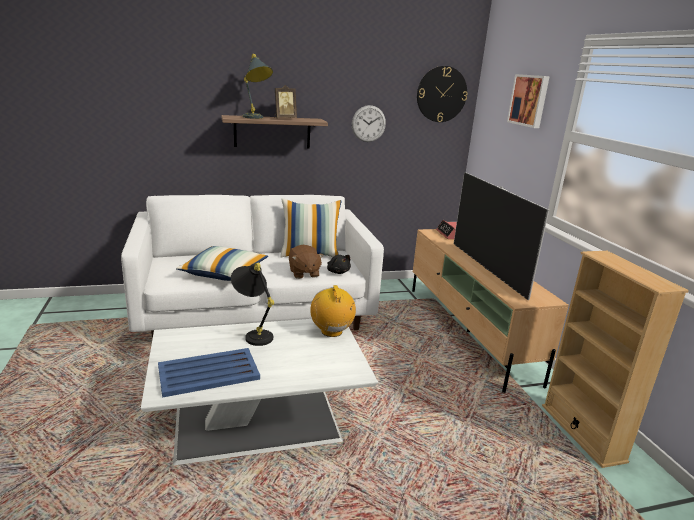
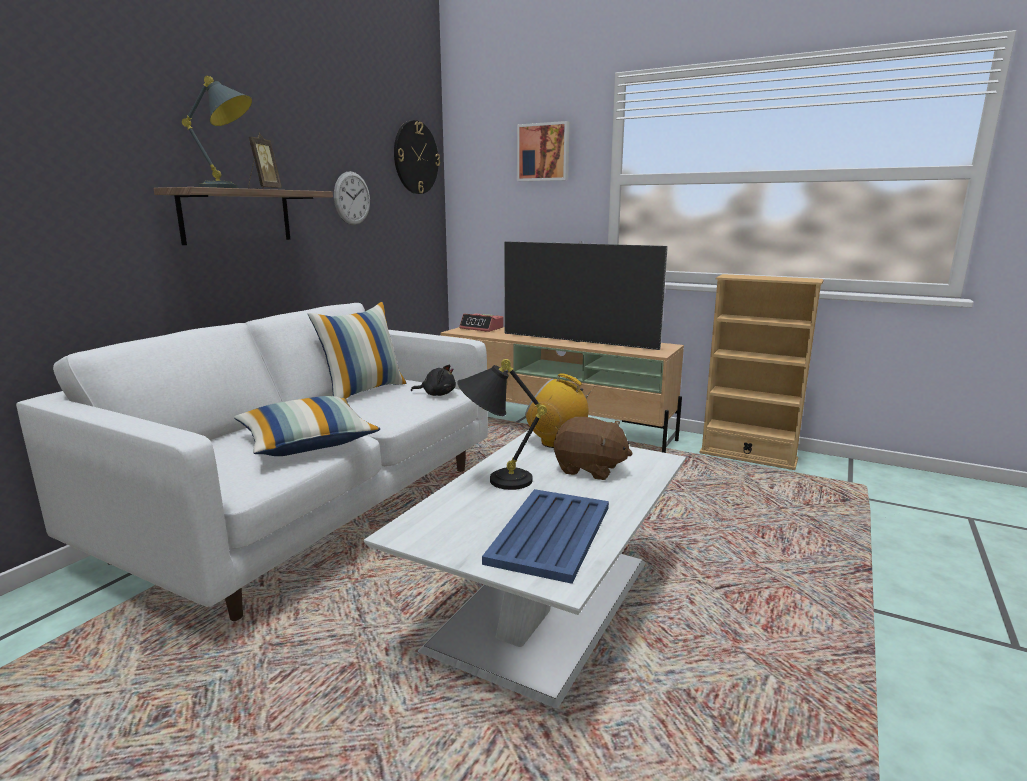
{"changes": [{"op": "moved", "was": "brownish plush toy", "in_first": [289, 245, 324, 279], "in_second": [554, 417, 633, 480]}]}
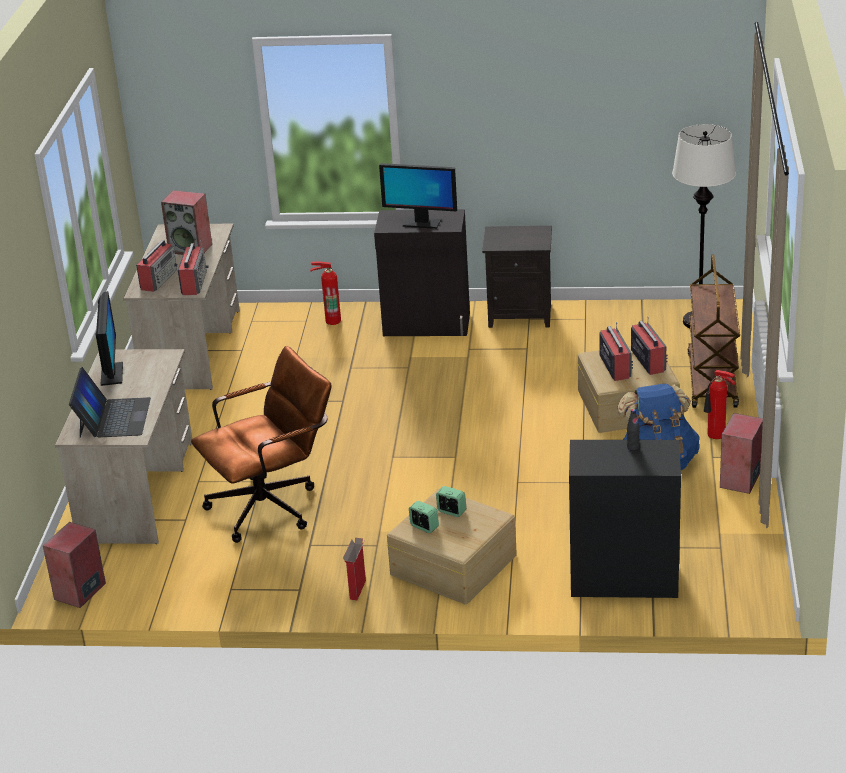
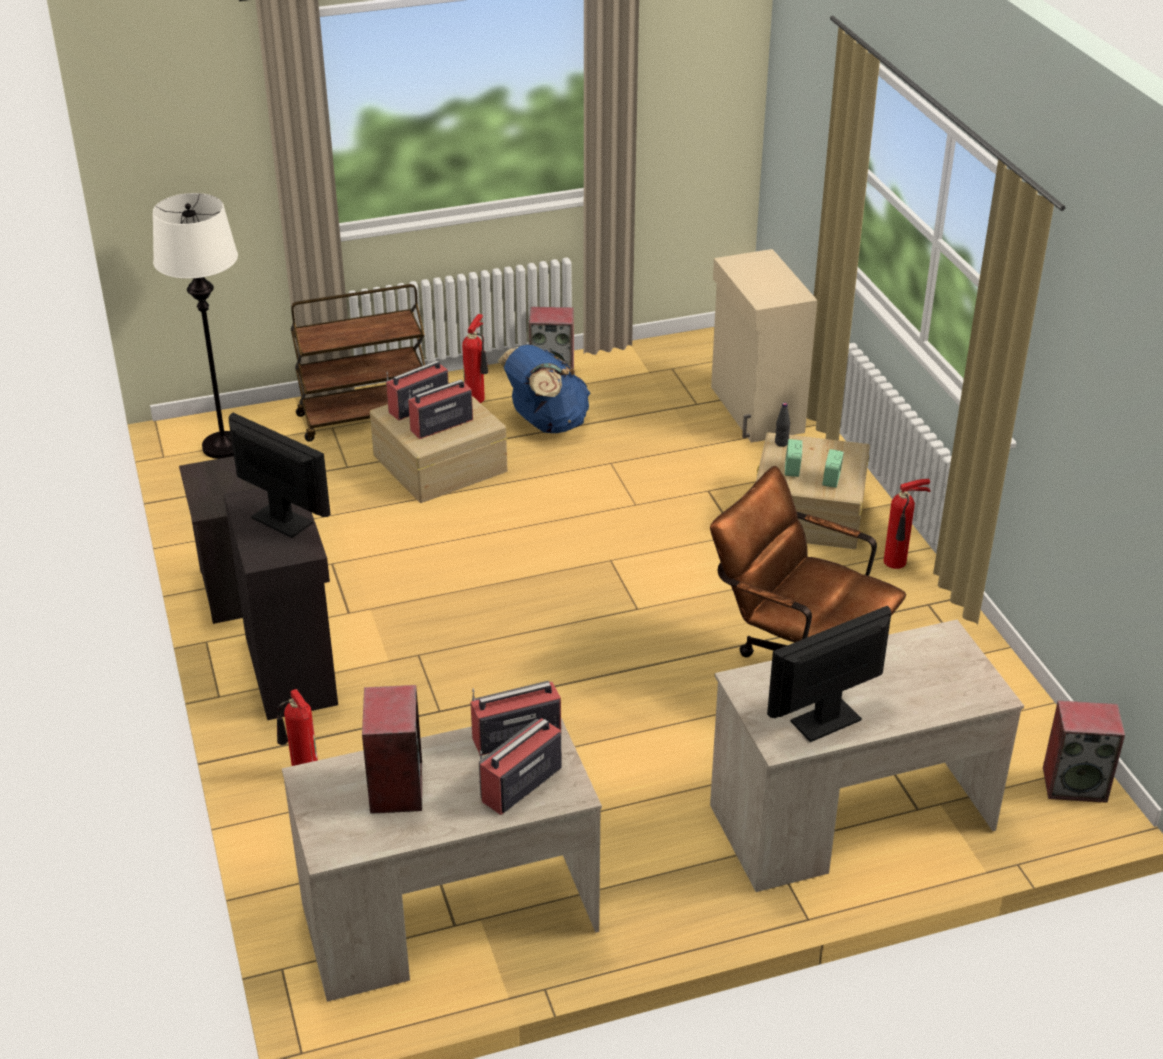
{"changes": [{"op": "turned", "was": "monitor", "in_first": [379, 163, 457, 229], "in_second": [229, 413, 331, 538], "clockwise": -45}, {"op": "turned", "was": "radio set", "in_first": [136, 239, 178, 292], "in_second": [479, 718, 561, 815], "clockwise": -45}, {"op": "recoloured", "was": "black-coloured storage cabinet", "now": "sand-coloured storage cabinet", "in_first": [569, 440, 681, 598], "in_second": [711, 249, 817, 443]}, {"op": "moved", "was": "black-coloured drink bottle", "in_first": [627, 409, 640, 451], "in_second": [775, 402, 790, 447]}, {"op": "replaced", "was": "carton", "now": "extinguisher", "in_first": [343, 538, 366, 600], "in_second": [884, 479, 930, 569]}, {"op": "removed", "was": "portable computer", "in_first": [69, 367, 151, 438]}]}
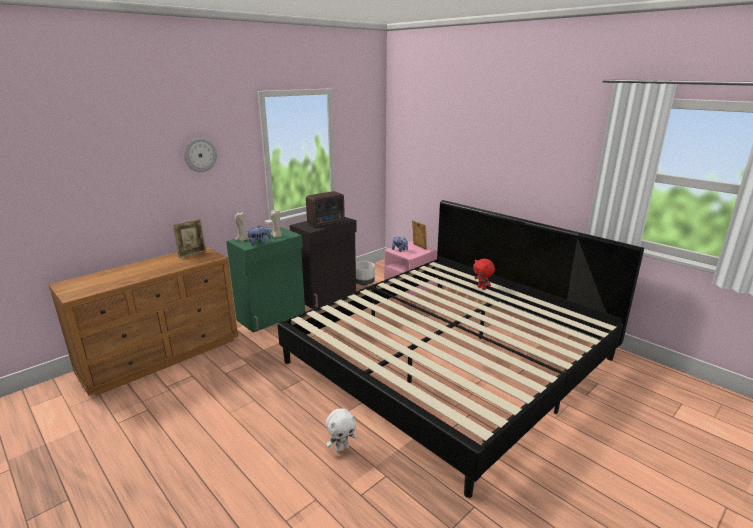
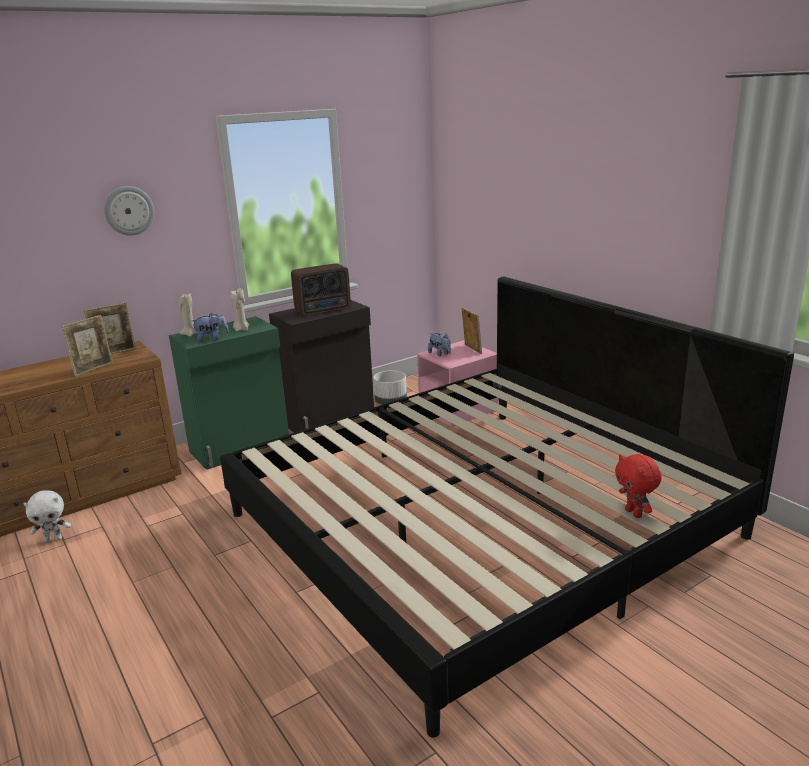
{"changes": [{"op": "moved", "was": "white plush toy", "in_first": [326, 409, 357, 452], "in_second": [24, 490, 71, 542]}, {"op": "added", "now": "photo frame", "in_second": [61, 315, 113, 377]}, {"op": "moved", "was": "red-coloured plush toy", "in_first": [473, 259, 495, 290], "in_second": [615, 454, 662, 518]}]}
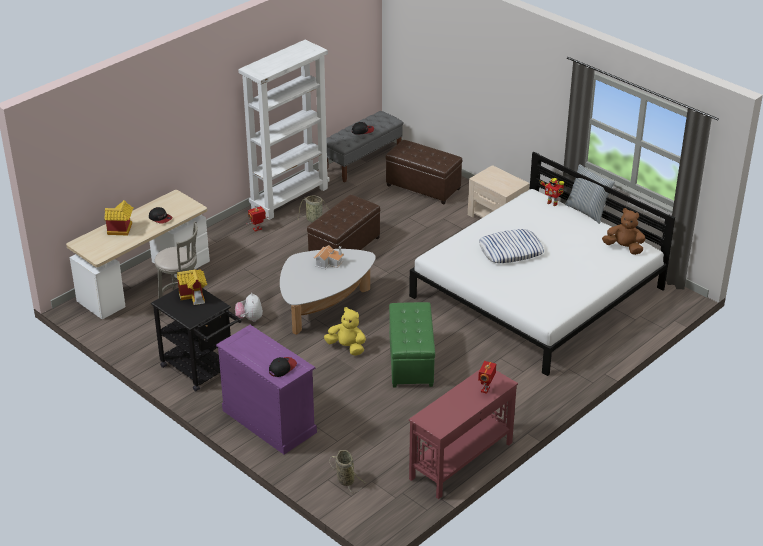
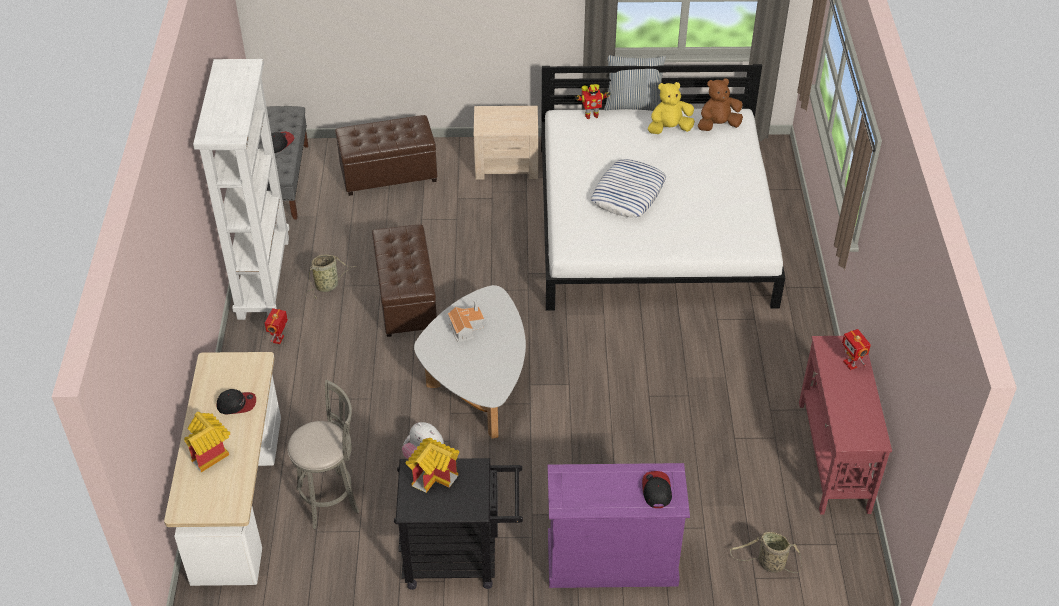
{"changes": [{"op": "moved", "was": "yellow plush toy", "in_first": [324, 307, 366, 356], "in_second": [648, 82, 695, 134]}, {"op": "removed", "was": "greenish footrest", "in_first": [389, 302, 435, 387]}]}
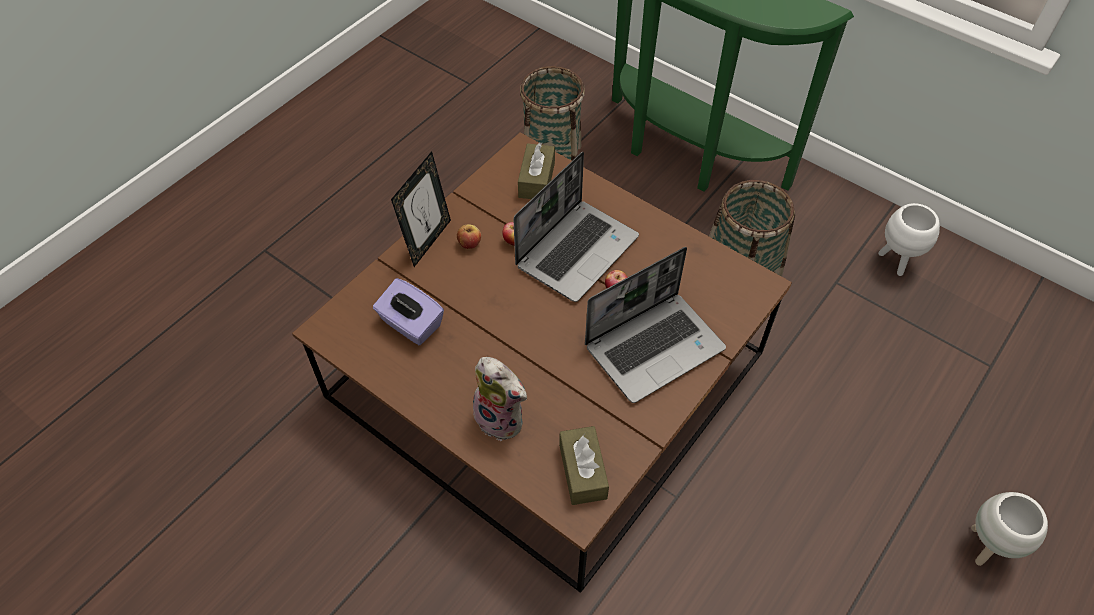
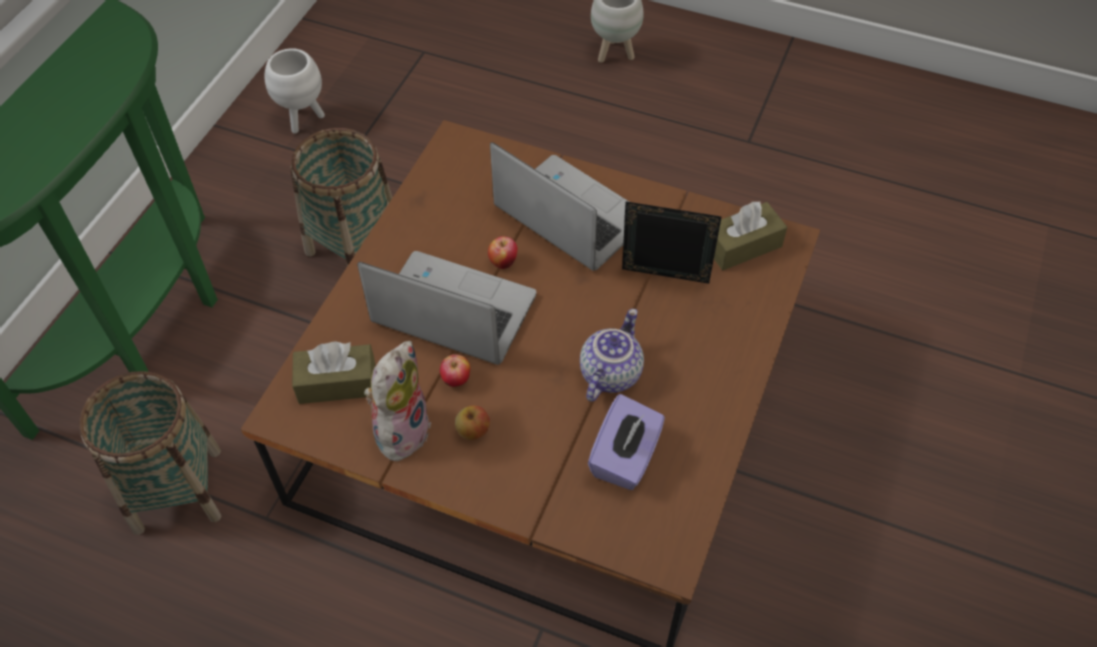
{"changes": [{"op": "moved", "was": "plush toy", "in_first": [467, 357, 527, 441], "in_second": [364, 341, 431, 461]}, {"op": "added", "now": "teapot", "in_second": [580, 309, 644, 402]}, {"op": "moved", "was": "photo frame", "in_first": [391, 151, 451, 267], "in_second": [622, 202, 722, 284]}]}
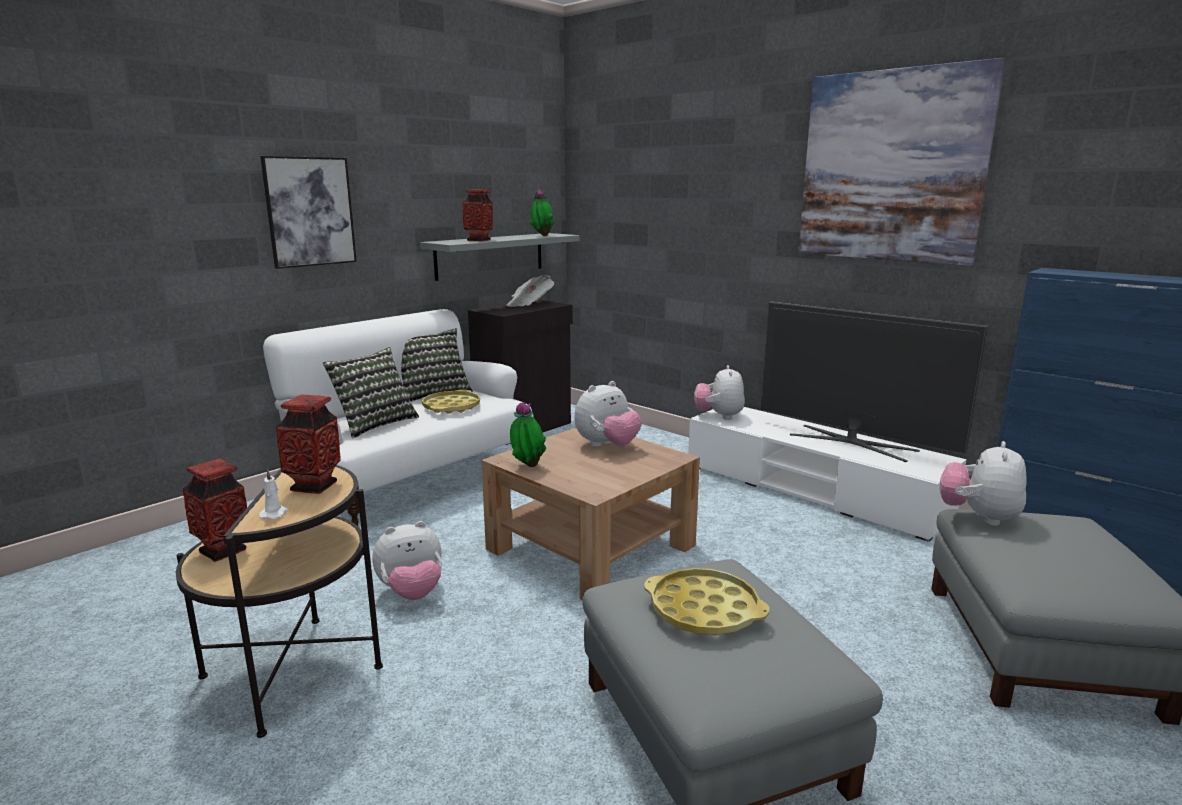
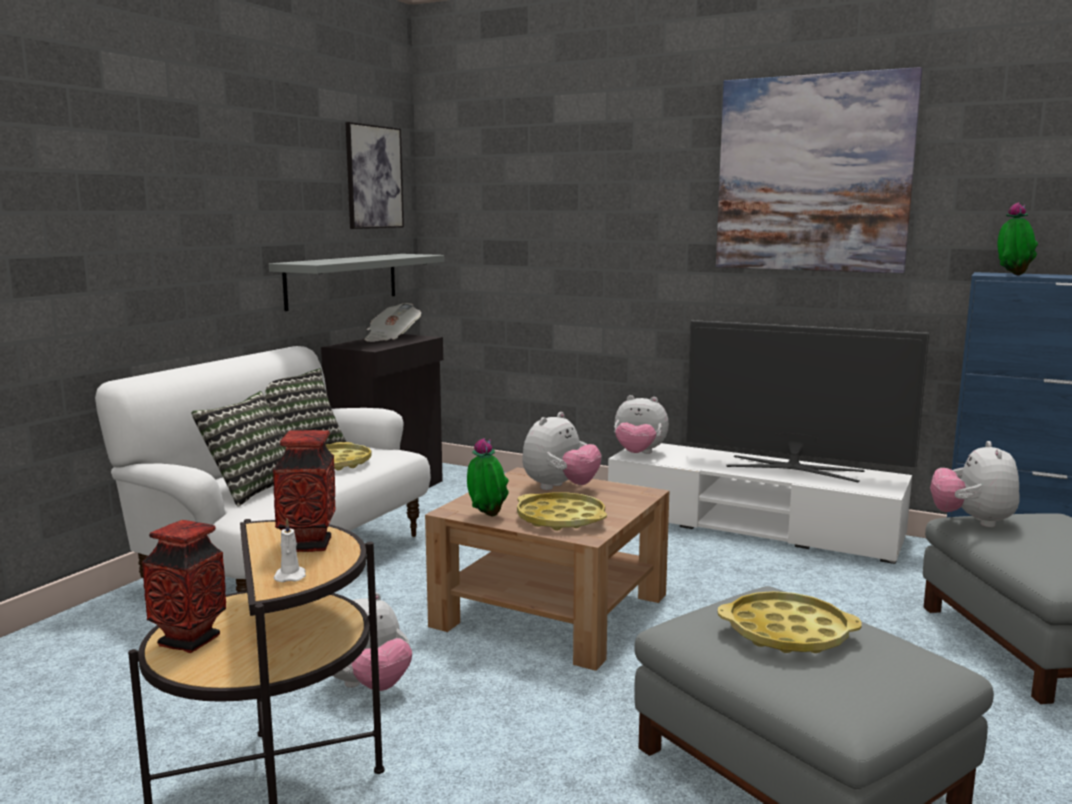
{"changes": [{"op": "moved", "was": "picture", "in_first": [260, 156, 357, 269], "in_second": [345, 122, 404, 229]}, {"op": "added", "now": "yellow carrying tray", "in_second": [517, 493, 607, 531]}, {"op": "turned", "was": "plush toy", "in_first": [694, 365, 745, 420], "in_second": [614, 395, 669, 454], "clockwise": -60}, {"op": "moved", "was": "houseplant", "in_first": [530, 189, 554, 236], "in_second": [998, 202, 1038, 275]}, {"op": "removed", "was": "vase", "in_first": [463, 190, 493, 241]}]}
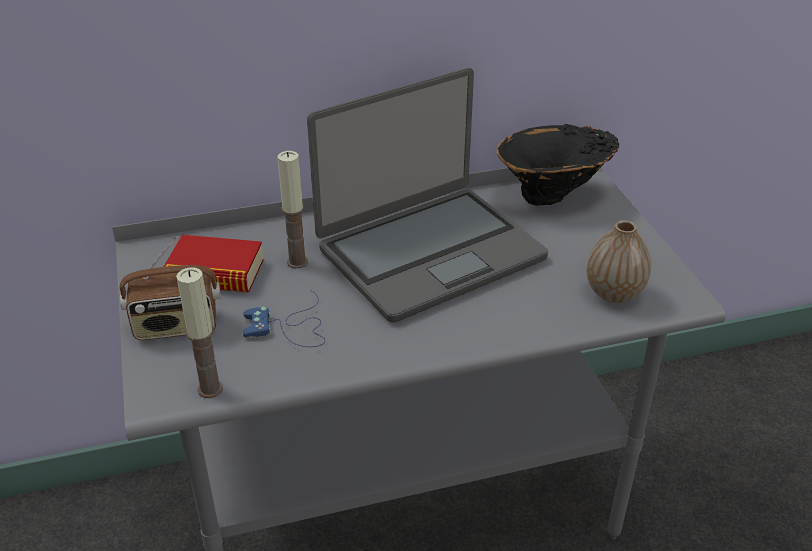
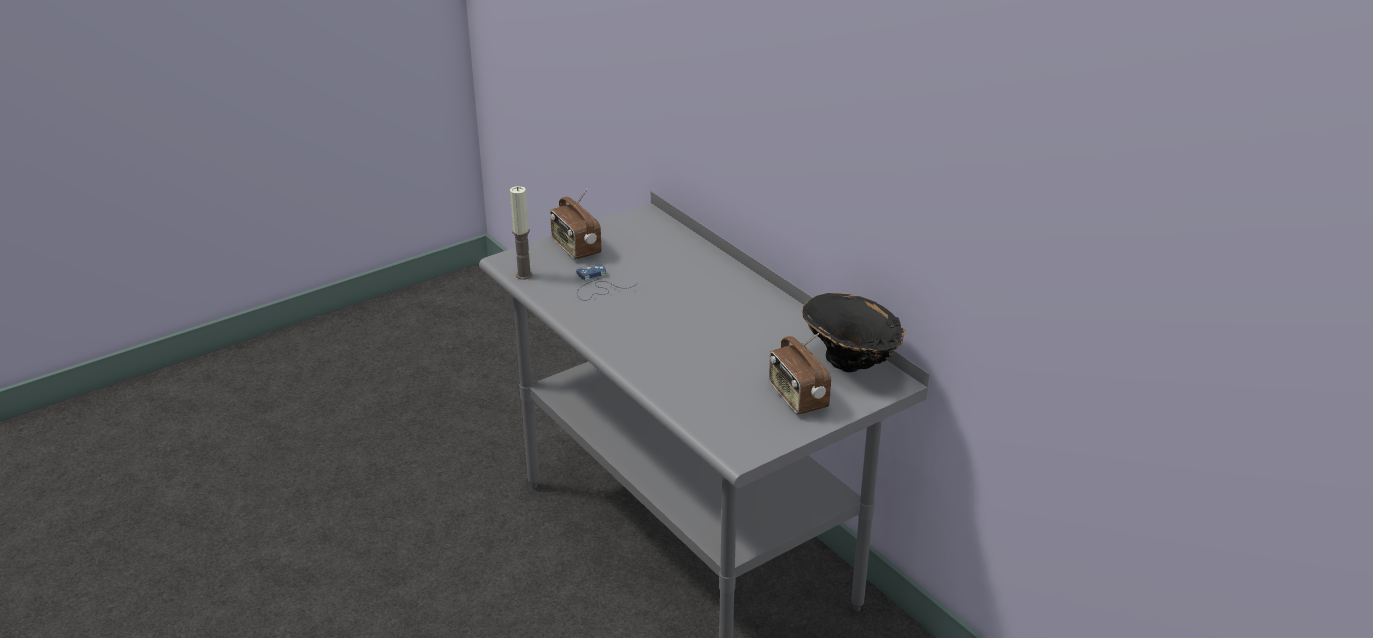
{"changes": [{"op": "added", "now": "radio set", "in_second": [769, 333, 831, 414]}, {"op": "removed", "was": "bound book", "in_first": [163, 235, 264, 292]}, {"op": "removed", "was": "wax light", "in_first": [277, 151, 308, 269]}, {"op": "removed", "was": "portable computer", "in_first": [307, 68, 548, 323]}, {"op": "removed", "was": "vase", "in_first": [586, 220, 651, 303]}]}
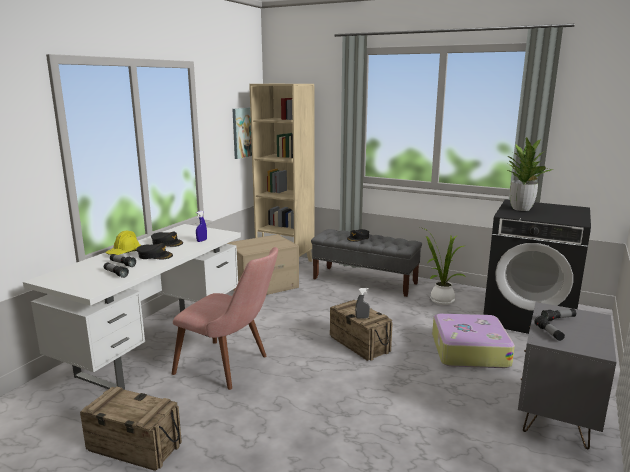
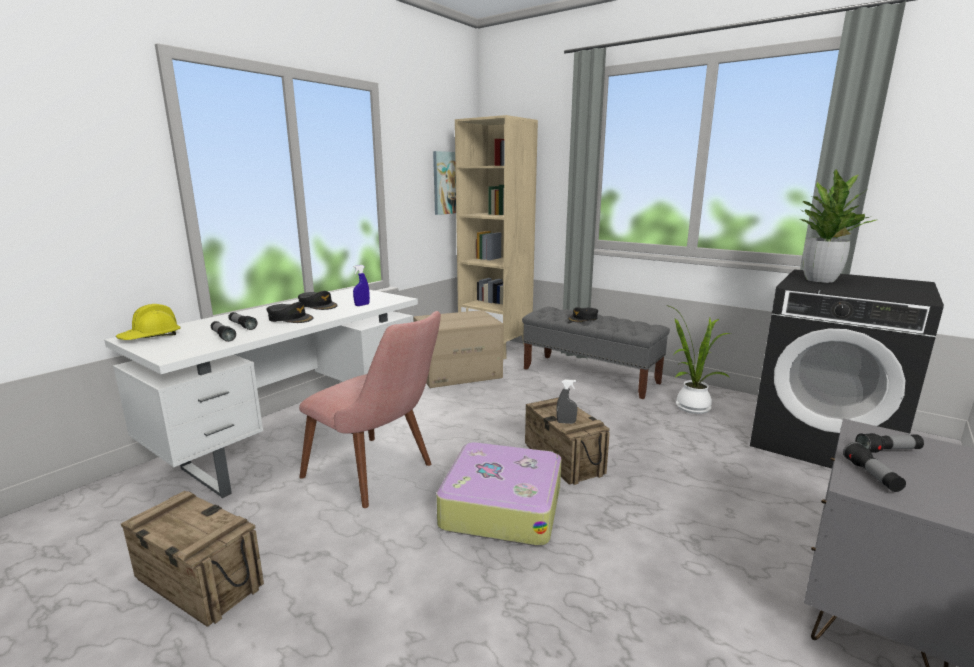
{"changes": [{"op": "moved", "was": "yellow work helmet", "in_first": [105, 231, 141, 255], "in_second": [116, 304, 181, 340]}, {"op": "moved", "was": "suitcase", "in_first": [432, 314, 515, 368], "in_second": [436, 442, 561, 546]}]}
